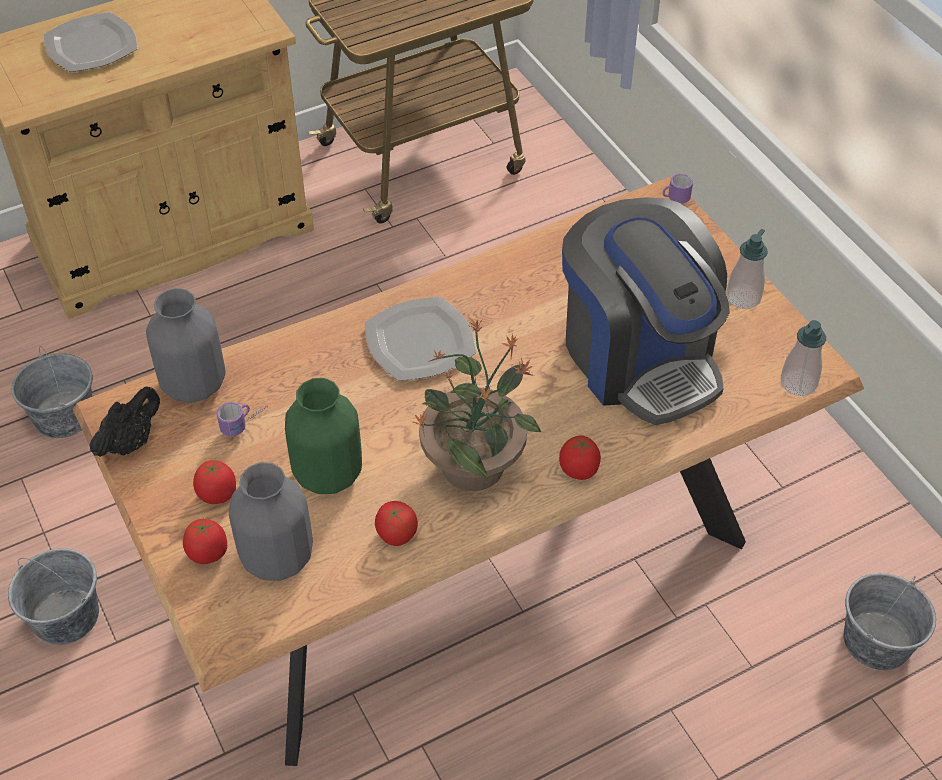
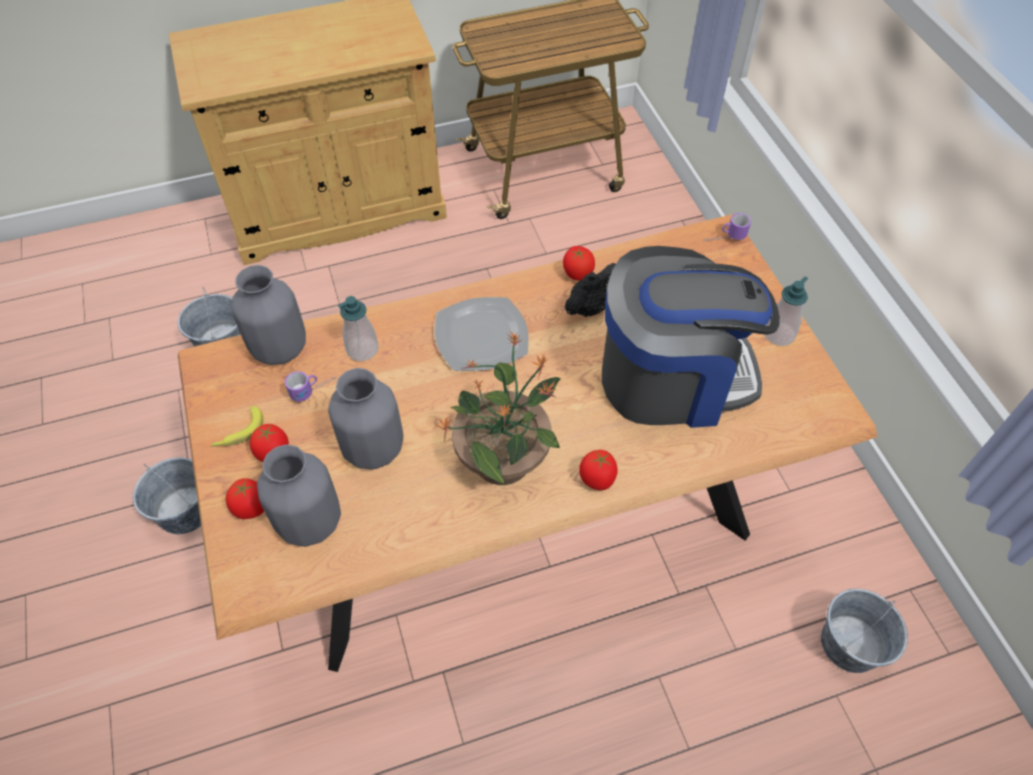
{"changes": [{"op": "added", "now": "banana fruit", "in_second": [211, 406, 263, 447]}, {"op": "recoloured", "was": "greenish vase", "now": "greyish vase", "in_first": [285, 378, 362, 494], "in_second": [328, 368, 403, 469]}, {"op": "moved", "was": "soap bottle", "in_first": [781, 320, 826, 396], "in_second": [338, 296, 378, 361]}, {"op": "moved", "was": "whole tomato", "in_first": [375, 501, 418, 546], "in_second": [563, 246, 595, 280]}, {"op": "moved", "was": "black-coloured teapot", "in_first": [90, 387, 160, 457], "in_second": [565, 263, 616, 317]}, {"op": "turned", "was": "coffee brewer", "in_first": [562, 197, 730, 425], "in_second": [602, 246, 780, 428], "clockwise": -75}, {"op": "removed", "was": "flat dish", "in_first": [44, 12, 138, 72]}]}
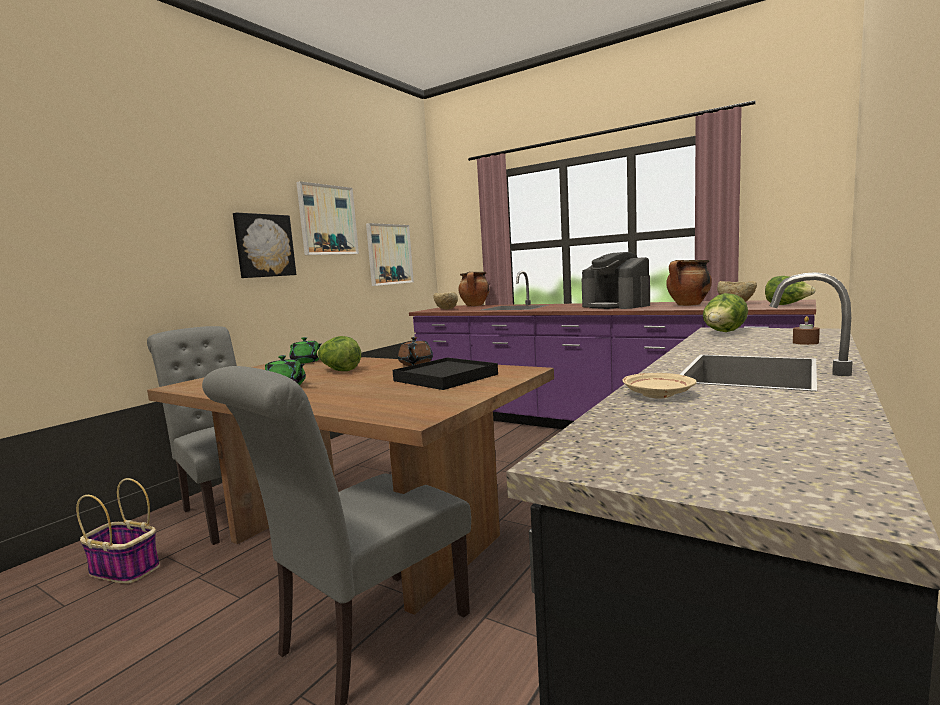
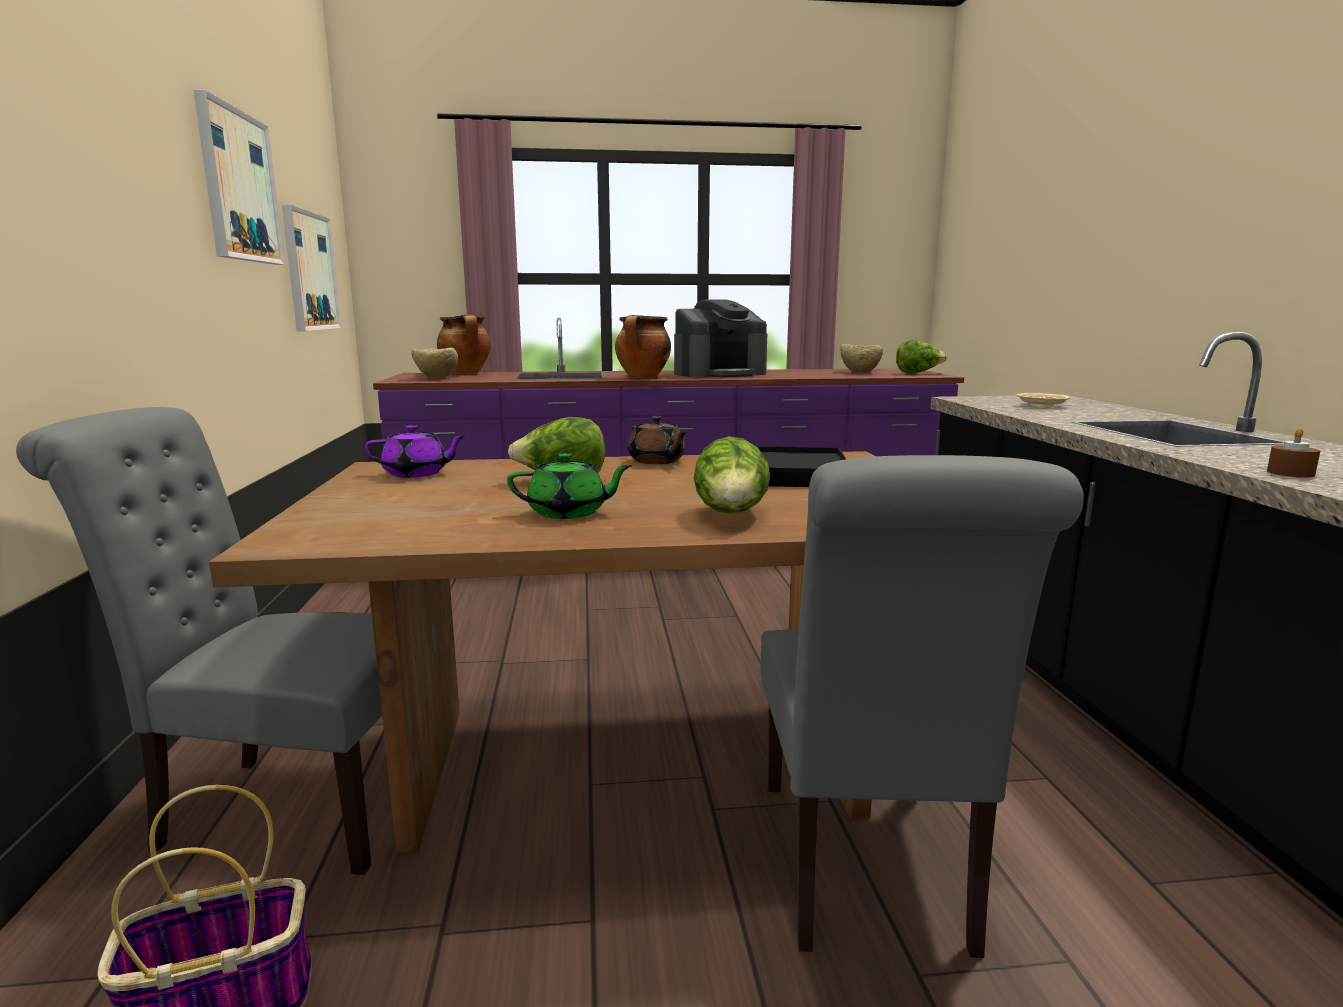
{"changes": [{"op": "recoloured", "was": "greenish teapot", "now": "purple teapot", "in_first": [289, 337, 322, 363], "in_second": [365, 425, 467, 478]}, {"op": "moved", "was": "saucepot", "in_first": [666, 260, 712, 306], "in_second": [615, 315, 671, 378]}, {"op": "turned", "was": "coffee brewer", "in_first": [582, 252, 650, 309], "in_second": [674, 299, 767, 378], "clockwise": -45}, {"op": "moved", "was": "lettuce head", "in_first": [703, 293, 748, 332], "in_second": [694, 436, 770, 514]}, {"op": "moved", "was": "sand-coloured flat dish", "in_first": [622, 373, 697, 399], "in_second": [1016, 393, 1070, 407]}, {"op": "moved", "was": "brownish wax light", "in_first": [793, 316, 820, 345], "in_second": [1267, 428, 1320, 478]}, {"op": "removed", "was": "picture", "in_first": [233, 213, 296, 278]}]}
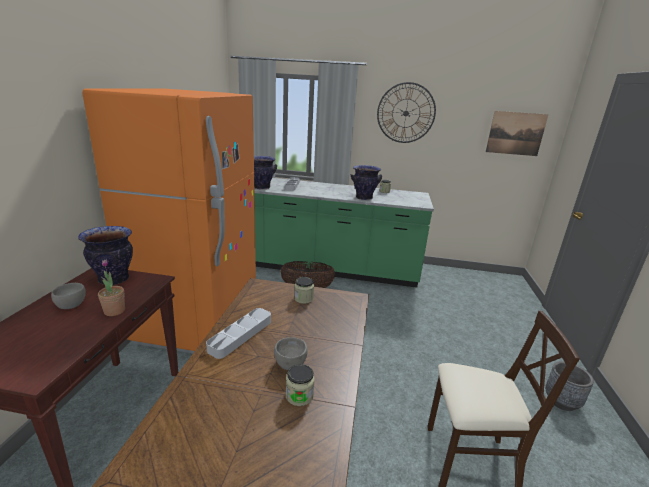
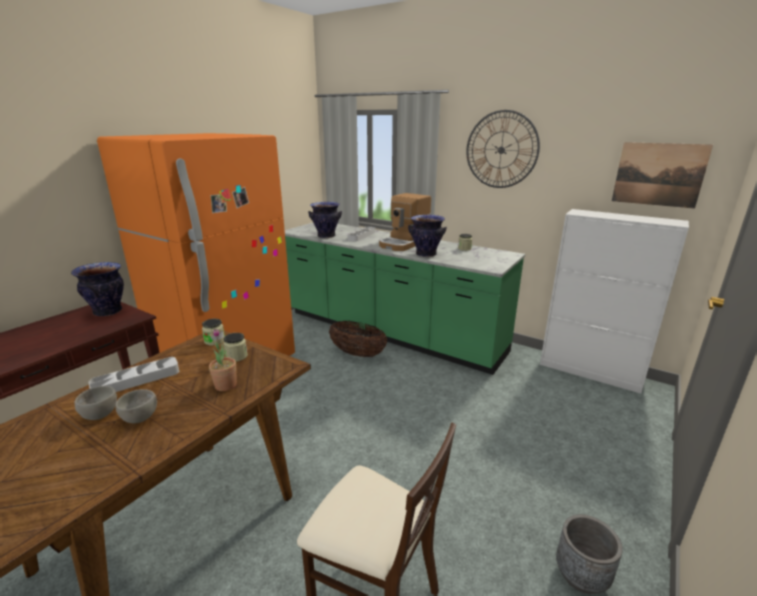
{"changes": [{"op": "moved", "was": "greyish serving bowl", "in_first": [51, 283, 86, 309], "in_second": [74, 386, 117, 420]}, {"op": "moved", "was": "preserve jar", "in_first": [286, 364, 315, 406], "in_second": [202, 319, 225, 346]}, {"op": "moved", "was": "houseplant", "in_first": [98, 260, 125, 316], "in_second": [209, 329, 237, 391]}, {"op": "added", "now": "coffee brewer", "in_second": [379, 193, 431, 251]}, {"op": "added", "now": "white storage cabinet", "in_second": [540, 209, 689, 393]}]}
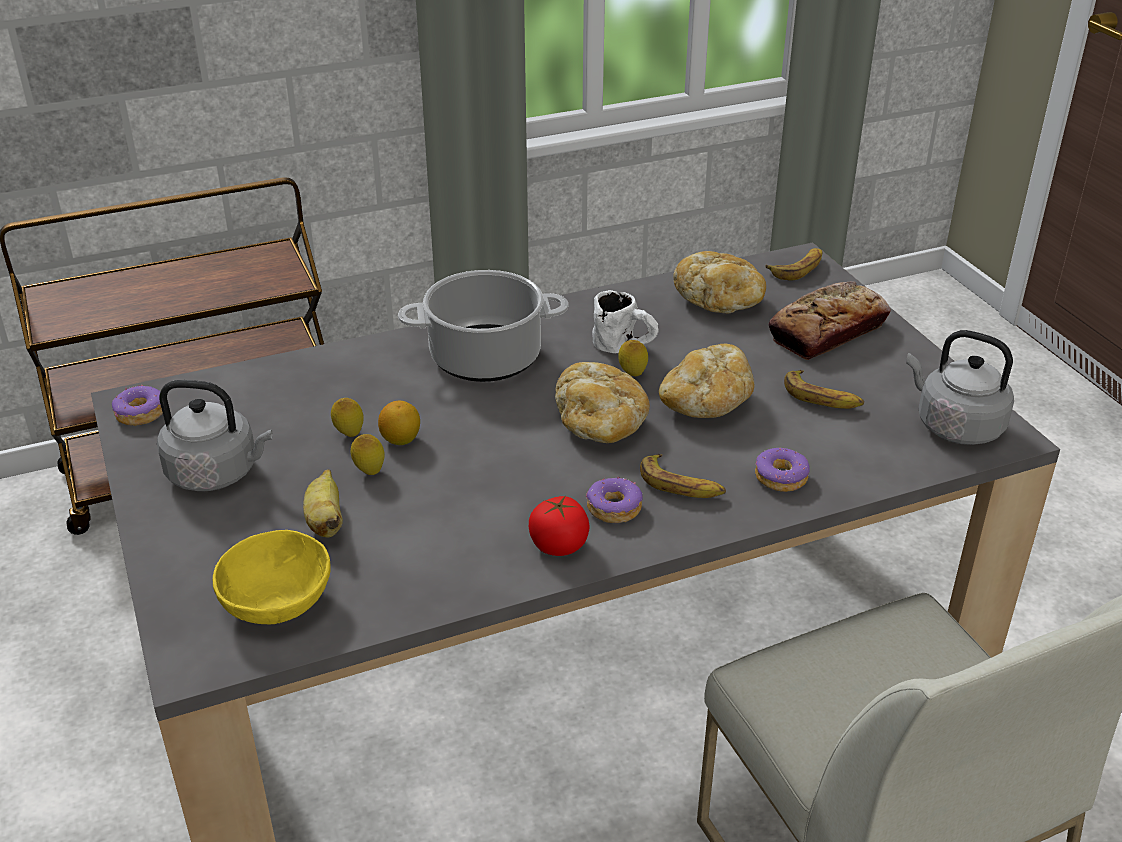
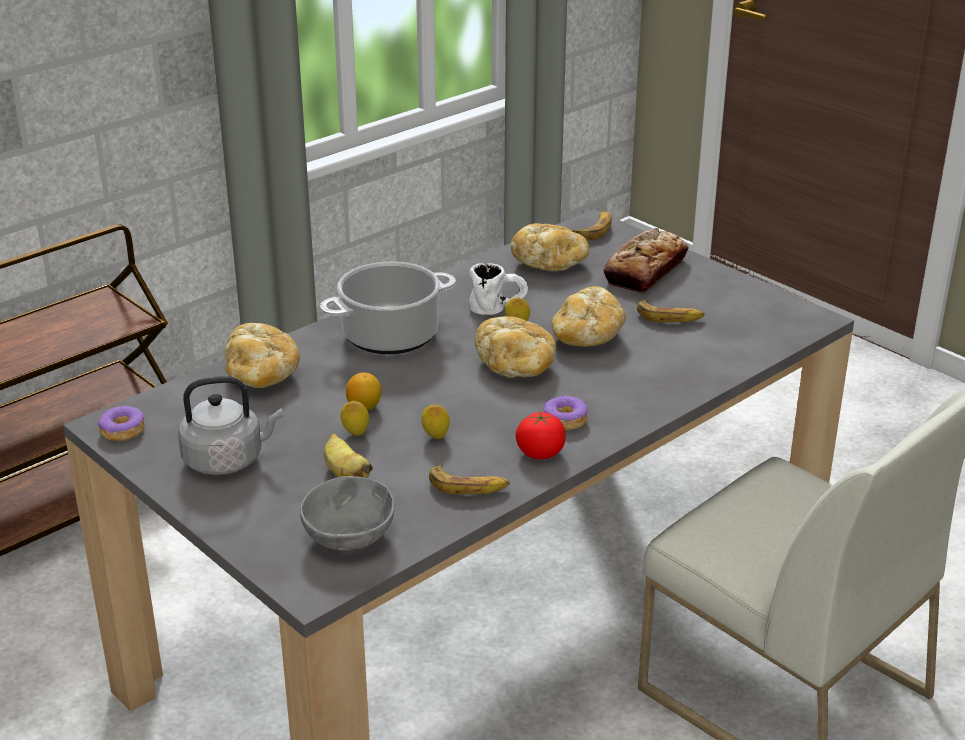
{"changes": [{"op": "added", "now": "bakery bread", "in_second": [225, 323, 300, 388]}, {"op": "recoloured", "was": "yellow serving bowl", "now": "greyish serving bowl", "in_first": [213, 530, 331, 624], "in_second": [300, 476, 395, 551]}, {"op": "moved", "was": "lemon", "in_first": [331, 398, 364, 437], "in_second": [421, 404, 450, 439]}, {"op": "moved", "was": "banana fruit", "in_first": [640, 454, 726, 498], "in_second": [429, 464, 510, 494]}, {"op": "removed", "was": "donut", "in_first": [755, 448, 810, 492]}, {"op": "removed", "was": "greyish water kettle", "in_first": [906, 330, 1014, 445]}]}
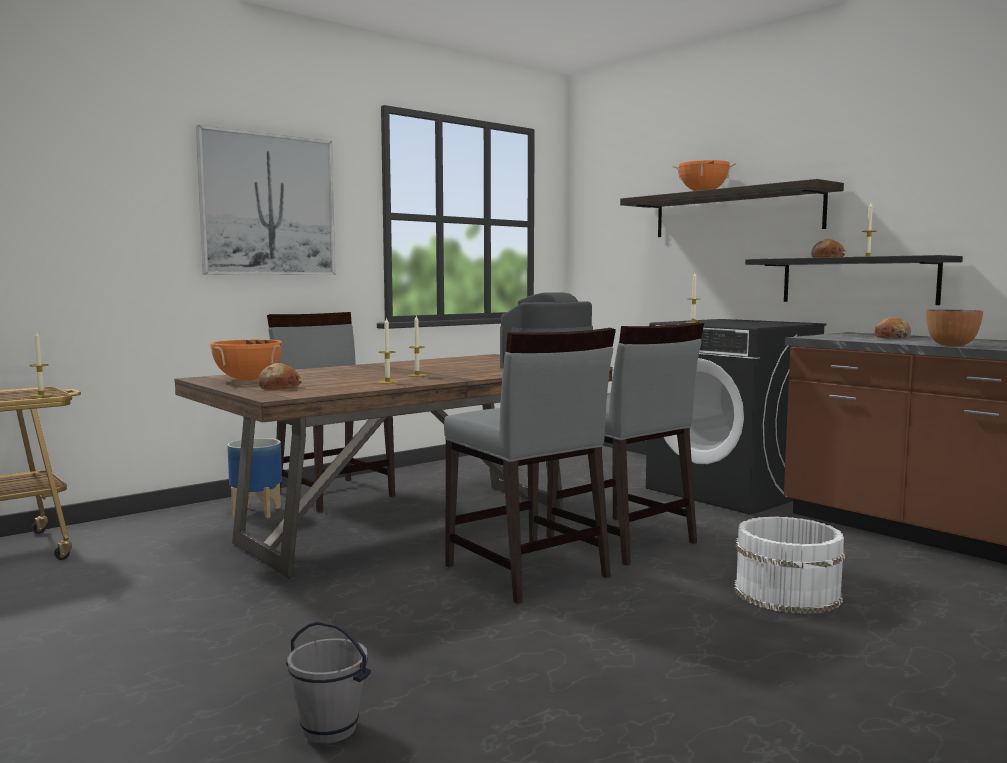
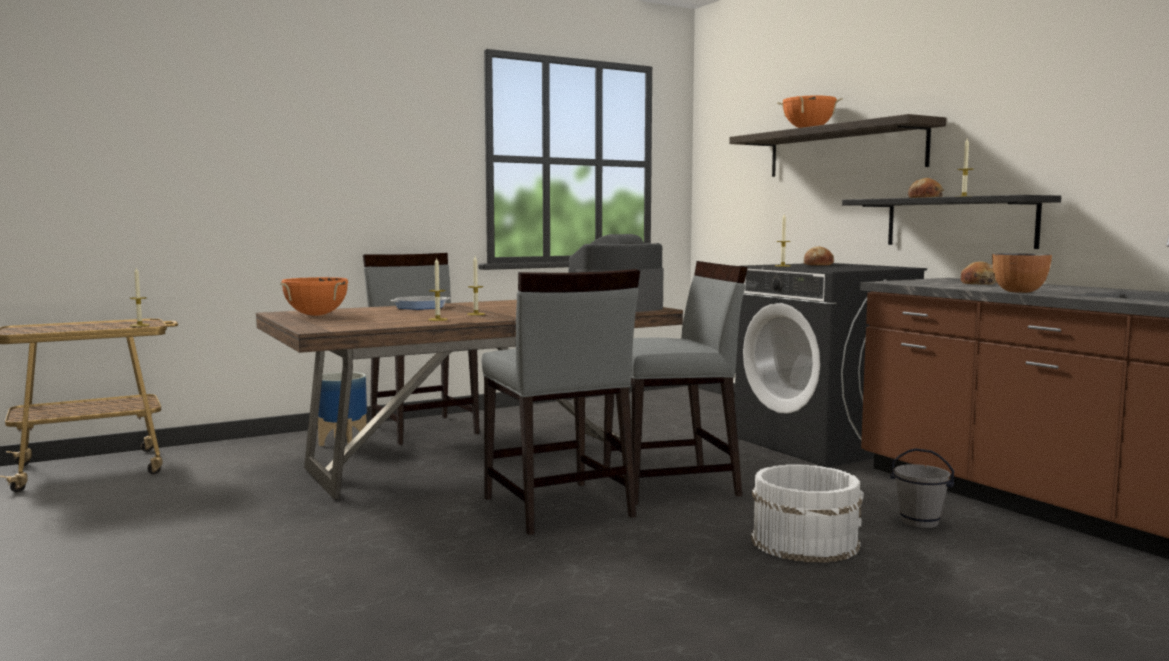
{"changes": [{"op": "added", "now": "skillet", "in_second": [390, 296, 450, 310]}, {"op": "turned", "was": "greyish chair", "in_first": [547, 322, 704, 566], "in_second": [603, 261, 748, 505], "clockwise": -75}, {"op": "moved", "was": "bakery bread", "in_first": [258, 363, 302, 390], "in_second": [804, 246, 834, 265]}, {"op": "moved", "was": "greyish water bucket", "in_first": [286, 621, 371, 743], "in_second": [890, 448, 954, 528]}, {"op": "removed", "was": "picture", "in_first": [196, 125, 335, 275]}]}
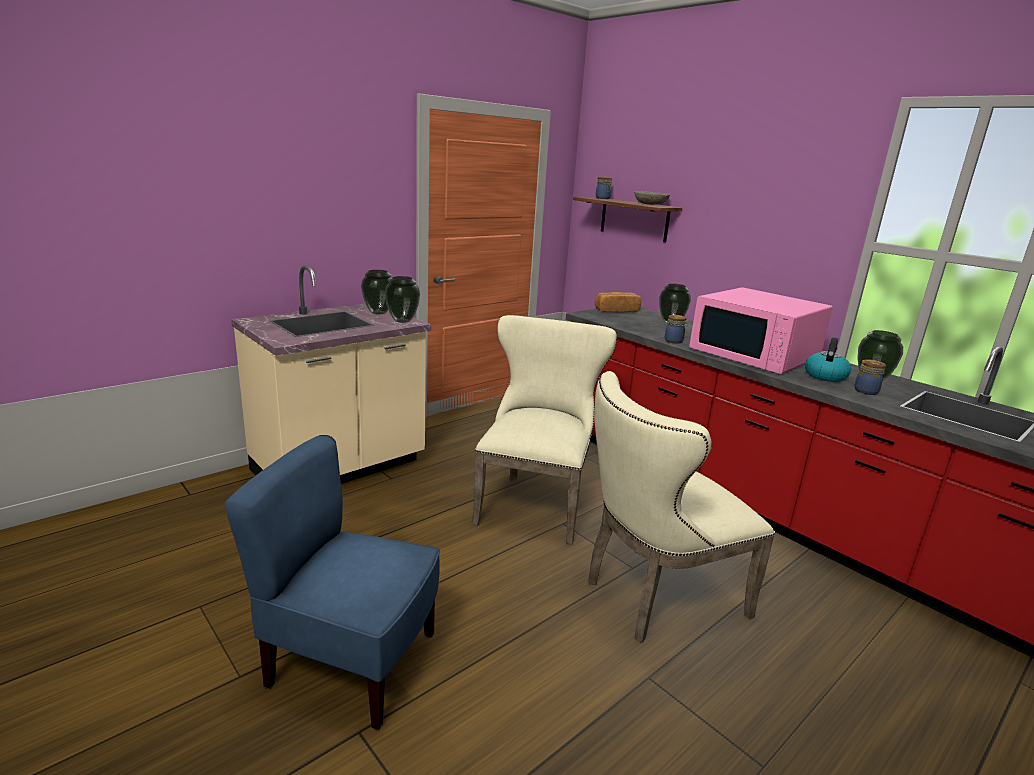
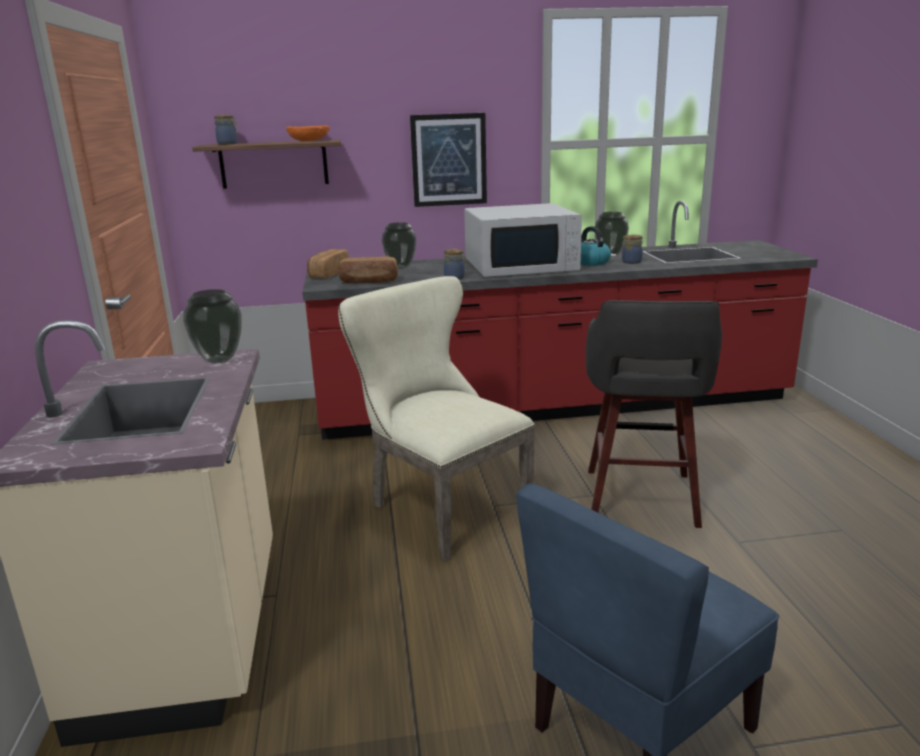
{"changes": [{"op": "recoloured", "was": "greyish serving bowl", "now": "orange serving bowl", "in_first": [634, 191, 670, 205], "in_second": [286, 125, 330, 141]}, {"op": "added", "now": "bakery bread", "in_second": [338, 257, 398, 283]}, {"op": "added", "now": "picture", "in_second": [410, 113, 487, 207]}, {"op": "recoloured", "was": "pink kitchen microwave", "now": "white kitchen microwave", "in_first": [689, 287, 833, 374], "in_second": [464, 203, 582, 277]}, {"op": "replaced", "was": "sand-coloured chair", "now": "greyish stool seat", "in_first": [589, 371, 775, 643], "in_second": [586, 300, 722, 528]}, {"op": "removed", "was": "vase", "in_first": [361, 270, 392, 315]}]}
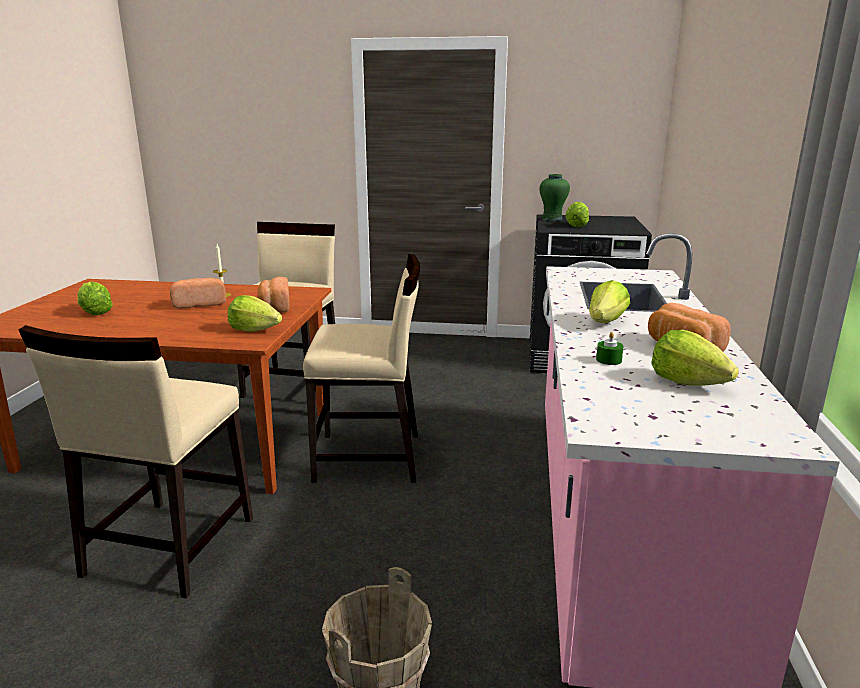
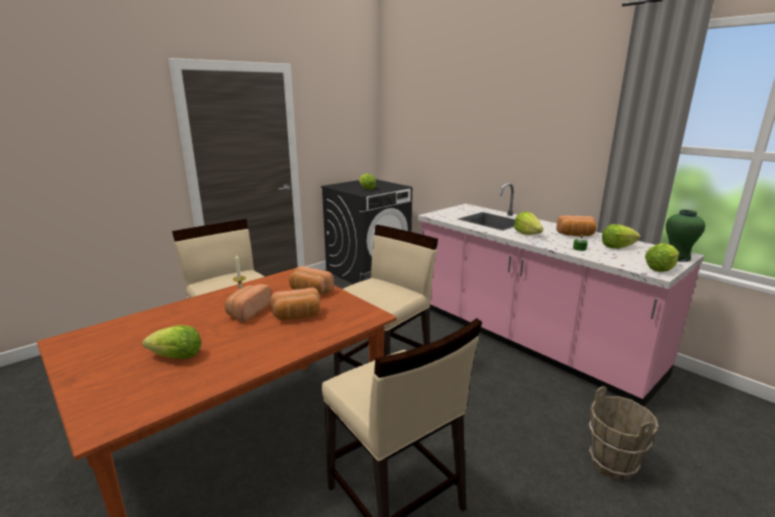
{"changes": [{"op": "added", "now": "bakery bread", "in_second": [270, 288, 320, 320]}, {"op": "moved", "was": "lettuce head", "in_first": [227, 295, 282, 332], "in_second": [645, 244, 679, 272]}, {"op": "moved", "was": "greenish vase", "in_first": [540, 174, 570, 221], "in_second": [666, 210, 705, 262]}]}
